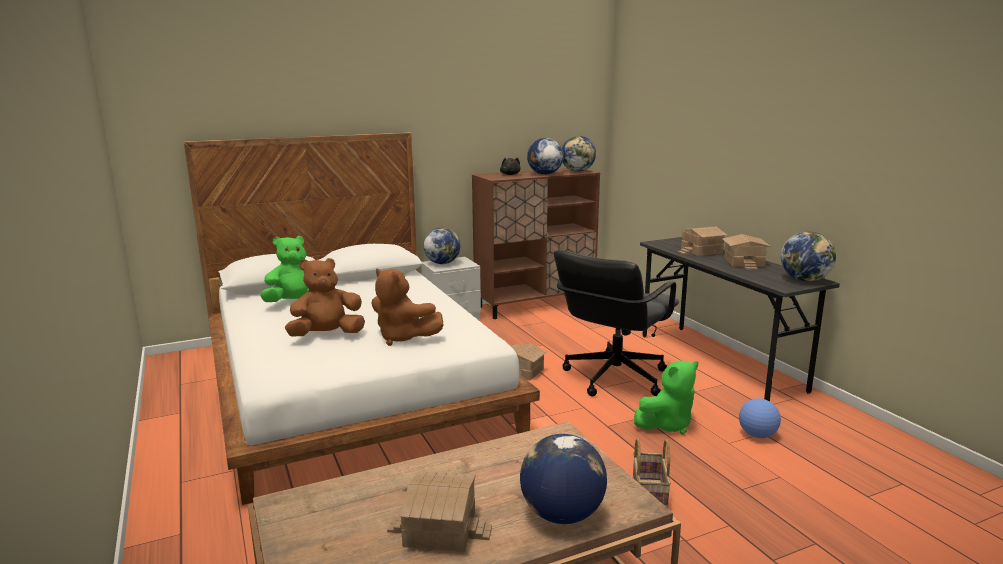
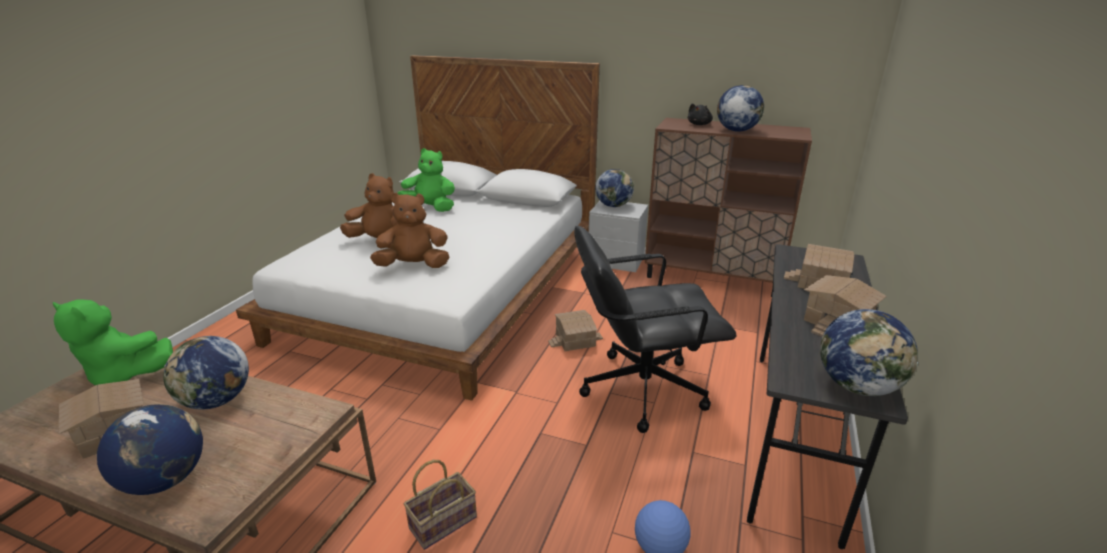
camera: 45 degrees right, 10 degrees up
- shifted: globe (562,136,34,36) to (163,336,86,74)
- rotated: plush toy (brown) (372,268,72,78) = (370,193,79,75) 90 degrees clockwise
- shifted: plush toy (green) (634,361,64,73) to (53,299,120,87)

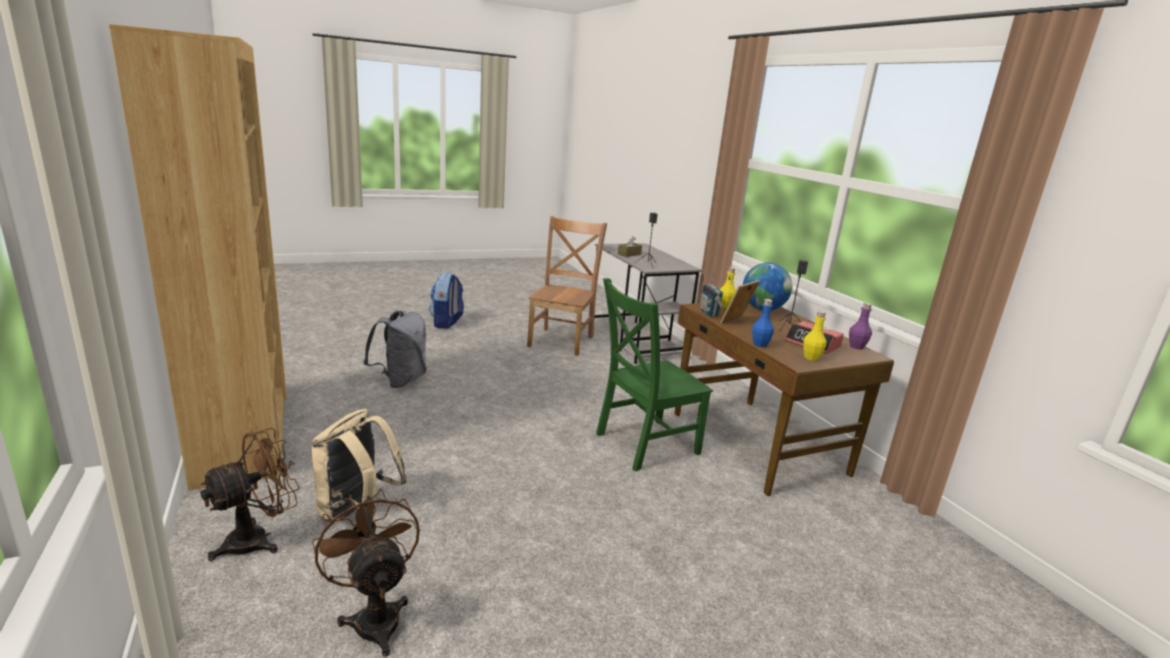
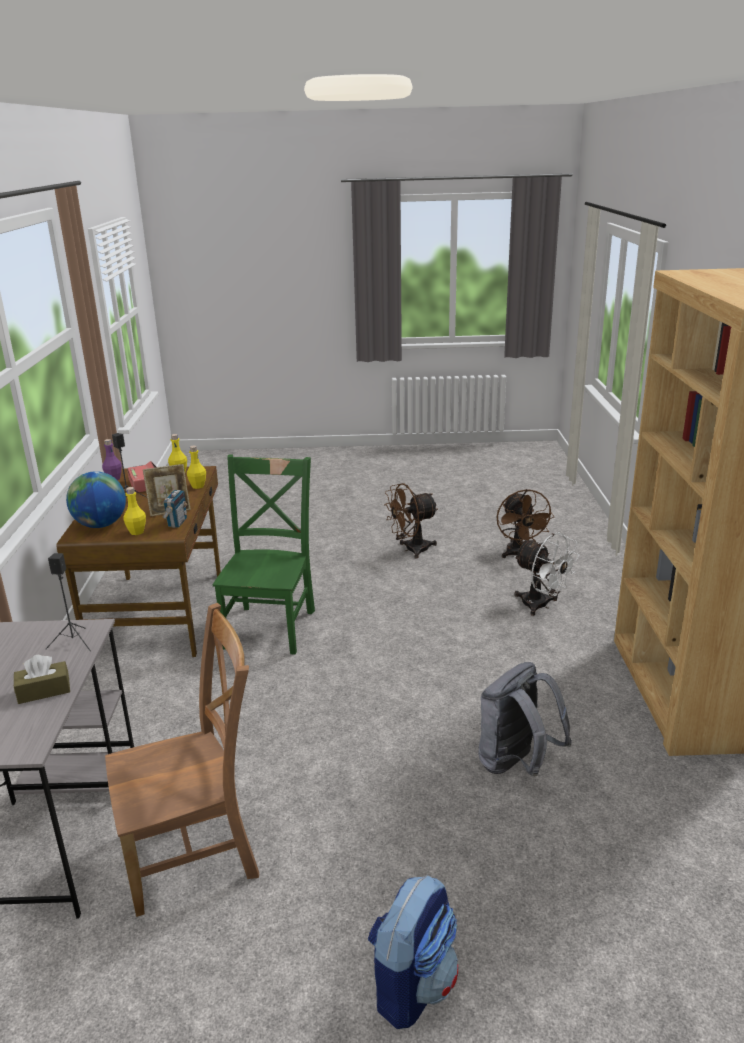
camera: 155 degrees left, 5 degrees up
- rotated: chair (brown) (527,216,80,140) = (105,603,154,314) 150 degrees counterclockwise
- rotated: chair (green) (596,278,117,193) = (213,454,102,201) 75 degrees counterclockwise
- repainted: bottle (blue) (752,299,22,48) to bottle (yellow) (187,446,19,43)
- swapped: backpack (beige) (312,409,96,113) to fan (white) (514,532,66,84)
- shifted: fan (brown) (200,428,100,133) to (384,483,54,76)

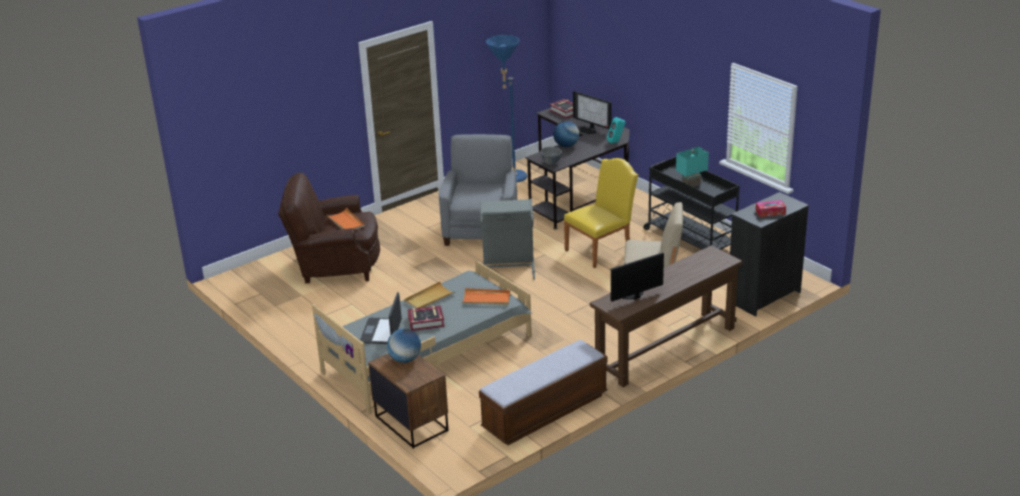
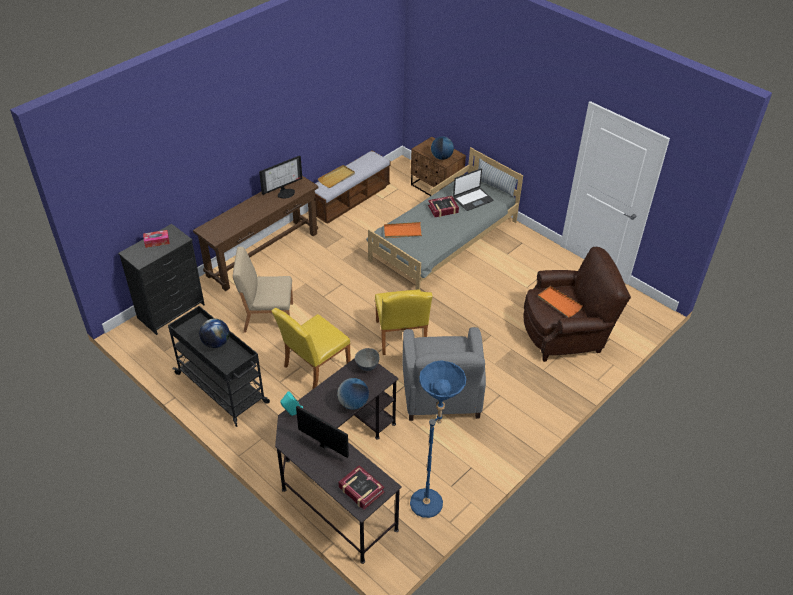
camera: 170 degrees right, 15 degrees up
- swapped: table lamp (turquoise) (676,146,33,41) to globe (199,318,30,30)
- swapped: laundry basket (grey) (480,199,55,81) to chair (yellow) (375,290,58,65)
- shifted: tray (beige) (404,282,52,27) to (318,165,37,23)
- rotated: laptop (360,292,42,52) = (453,169,40,42) 60 degrees clockwise

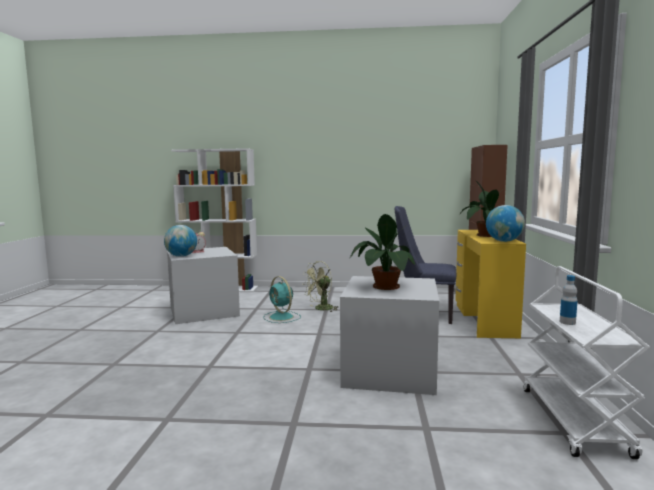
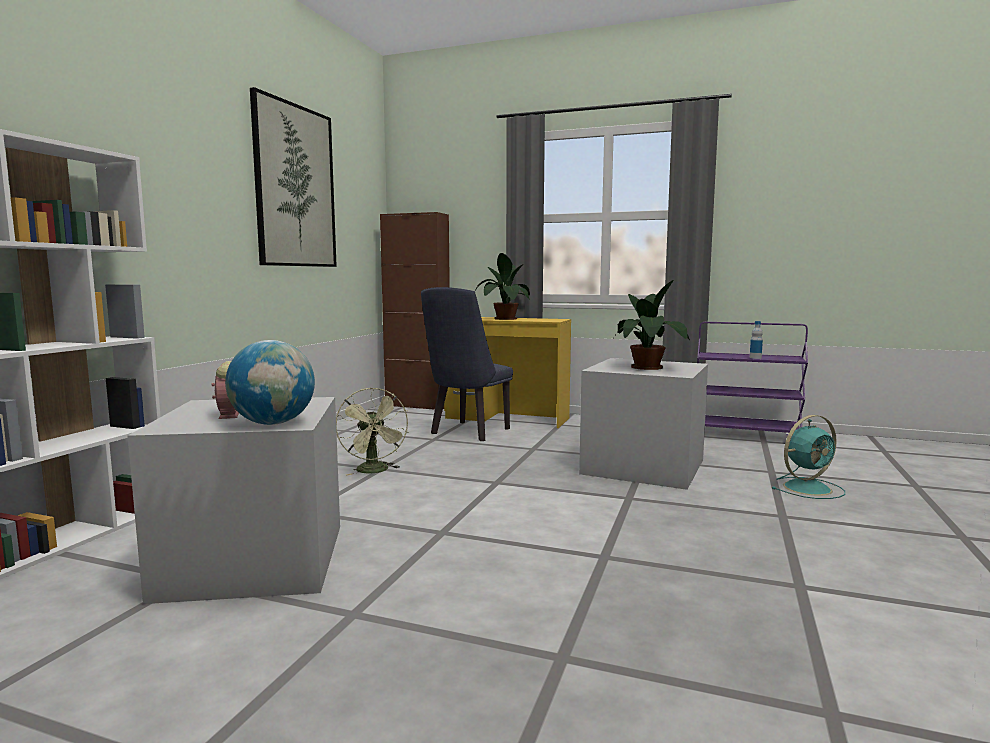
camera: 75 degrees left, 0 degrees up
- gone: globe (486,205,39,37)
- repainted: cart (white) (524,266,126,193) to cart (purple) (697,322,111,114)
- shifted: fan (turquoise) (263,276,38,47) to (771,415,74,84)
- new: picture (250,87,87,180)

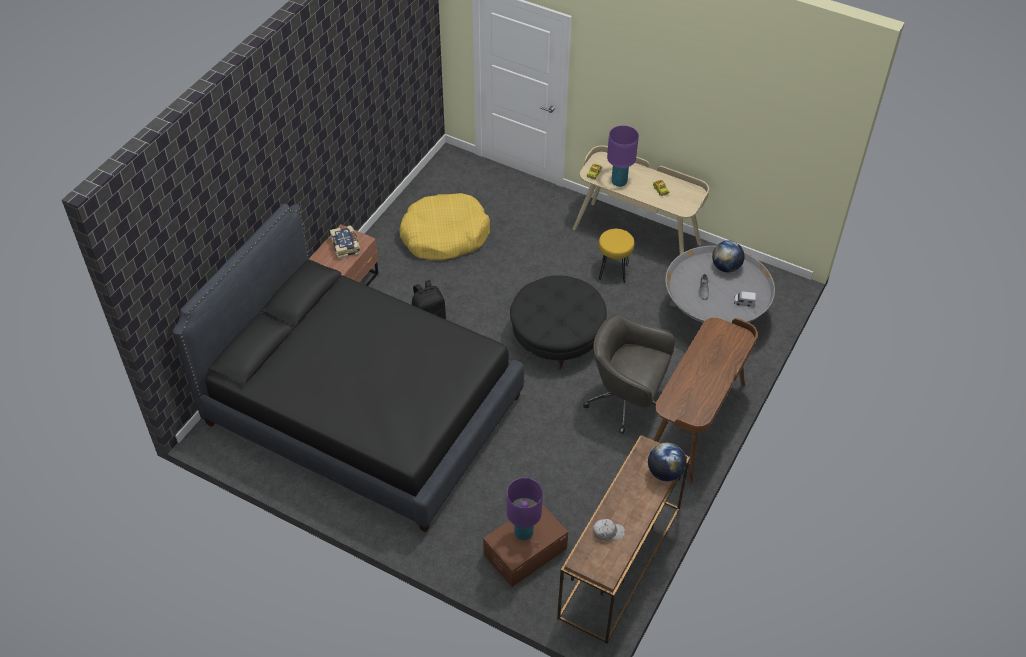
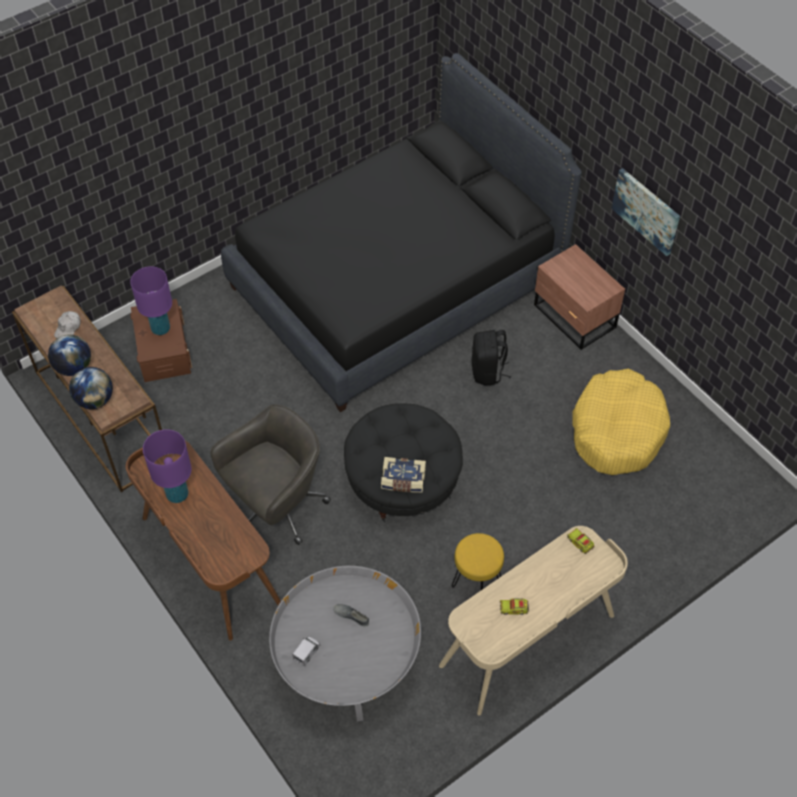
camera: 115 degrees right, 5 degrees up
- shifted: table lamp (purple) (607,125,32,62) to (143,429,49,74)
- shifted: book (330,225,30,34) to (381,457,45,36)
- shifted: globe (712,241,33,31) to (48,335,43,41)
- new: picture (611,168,69,88)

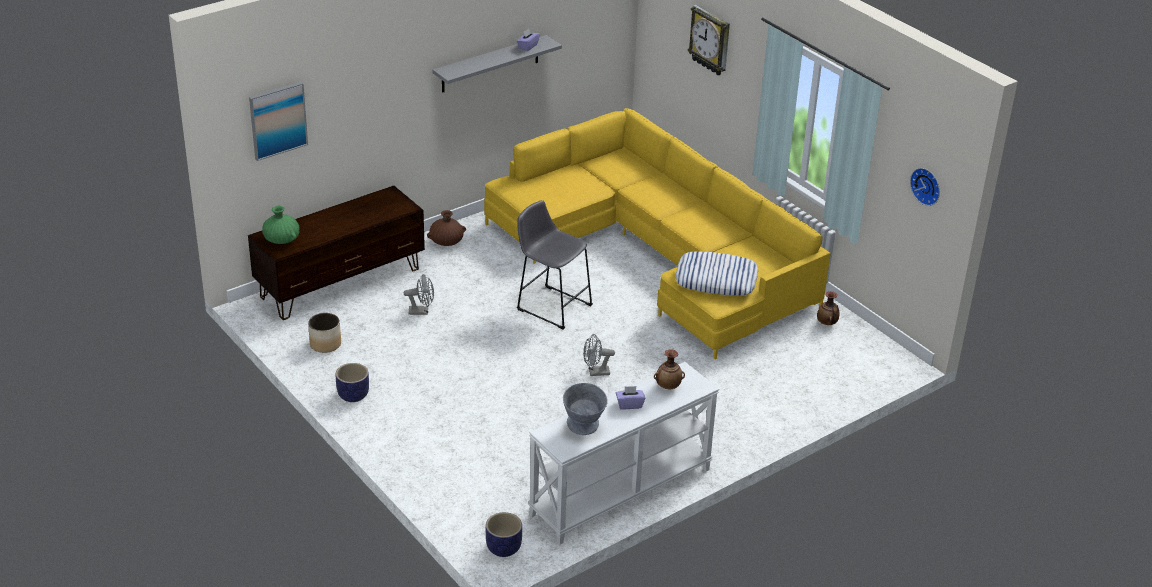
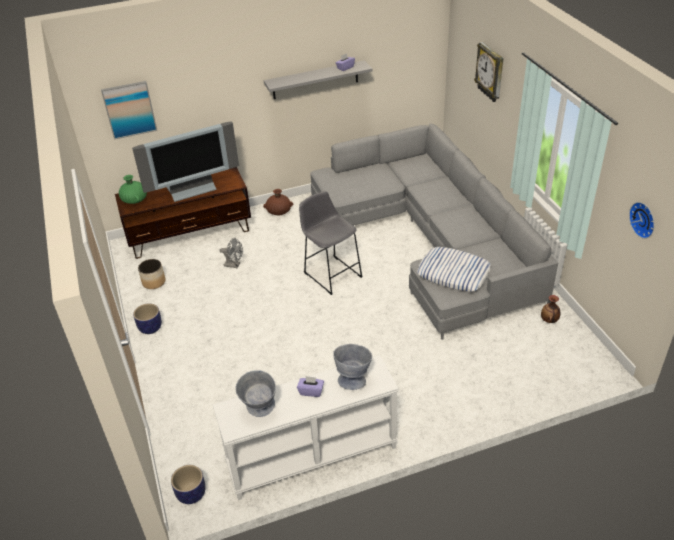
camera: 20 degrees right, 5 degrees up
- repainted: sofa (yellow) (484,108,347,251) to sofa (grey) (310,123,248,217)
- gone: fan (grey) (583,334,32,42)
- swapped: vase (654,349,31,40) to bowl (grey) (333,344,39,46)
- new: television (132,121,107,81)

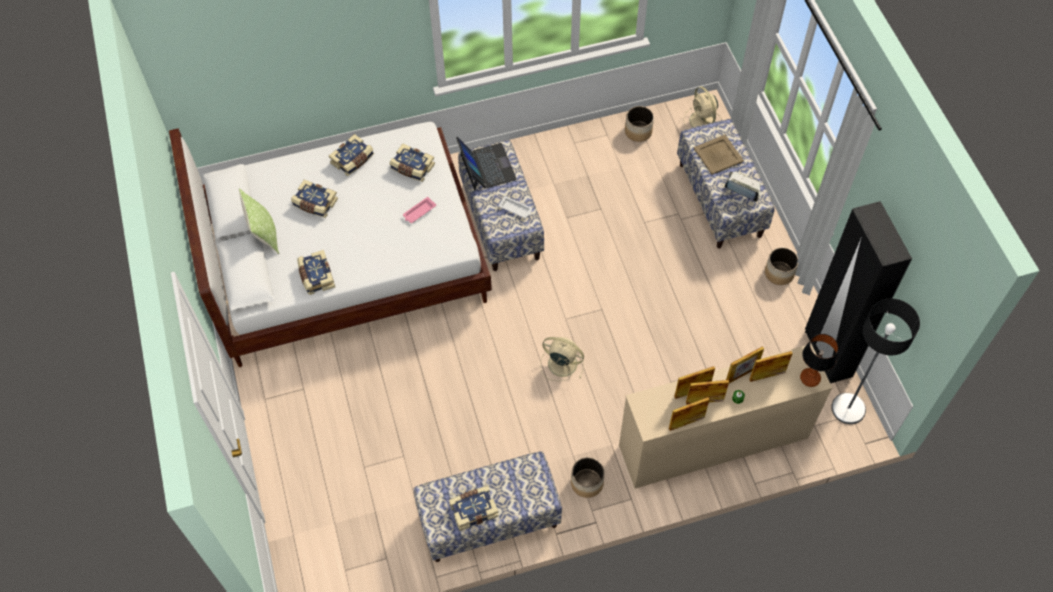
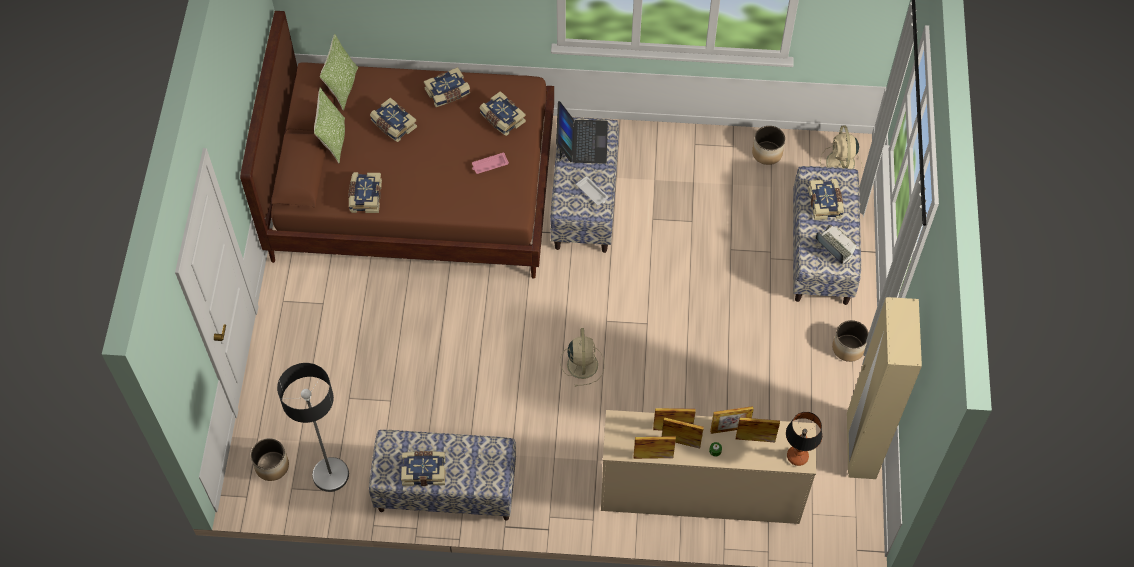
camera: 20 degrees right, 0 degrees up
- repainted: bed (white) (169,122,323,245) to bed (brown) (240,11,314,268)
- swapped: tray (beige) (693,135,51,40) to book (808,179,36,41)
- repainted: wardrobe (black) (805,201,107,182) to wardrobe (beige) (847,297,75,182)
- shifted: floor lamp (831,298,89,126) to (277,363,72,129)
- rotated: fan (beige) (540,337,44,44) = (560,328,45,58) 45 degrees clockwise
- shifted: planter (571,457,34,41) to (250,438,39,43)
- new: pillow (320,34,38,76)

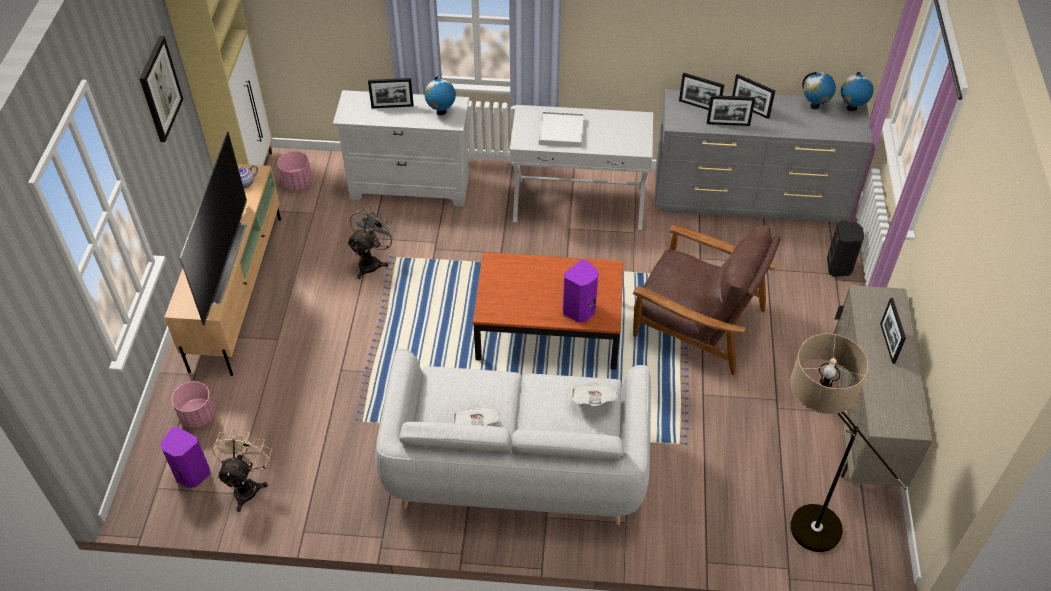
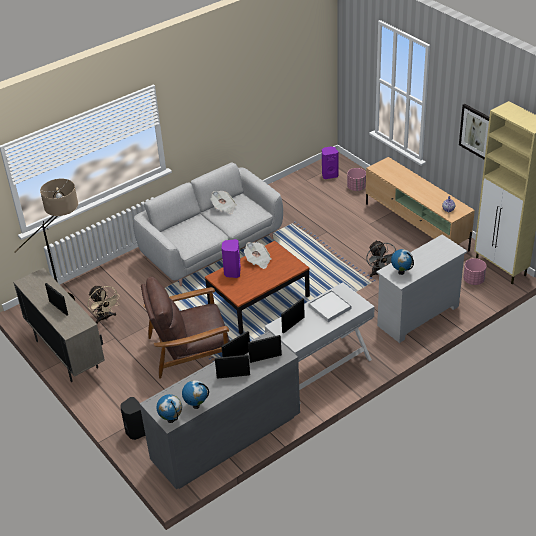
camera: 140 degrees right, 10 degrees down
- shifted: picture frame (368,78,46,30) to (281,298,24,36)
- gone: television (180,131,67,195)
- shifted: newspaper (571,380,47,26) to (244,242,28,27)
- shifted: fan (beige) (212,429,60,83) to (88,285,32,39)

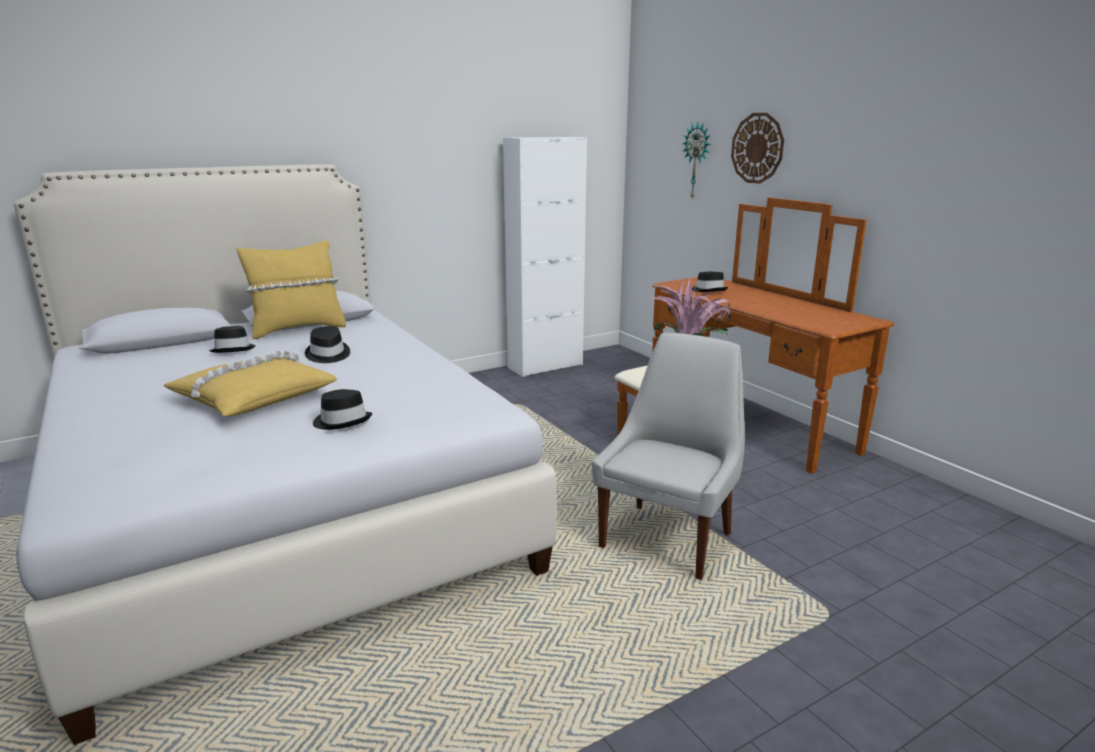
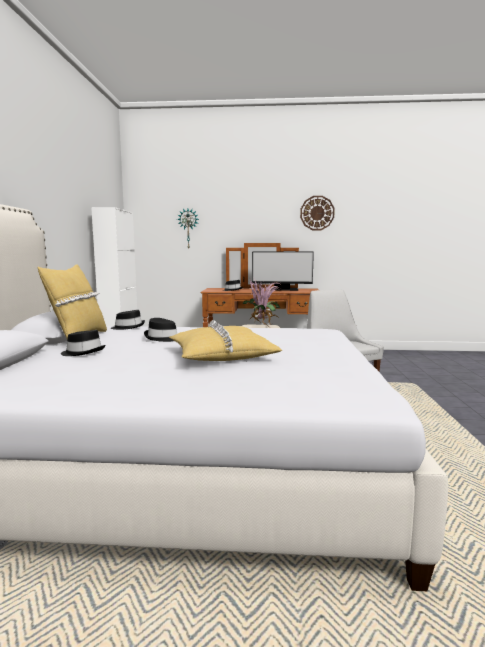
camera: 55 degrees left, 10 degrees down
- shifted: wall clock (731,113,53,71) to (300,196,35,34)
- shifted: hat (black) (313,389,59,41) to (111,310,34,20)
- new: monitor (252,251,62,40)

